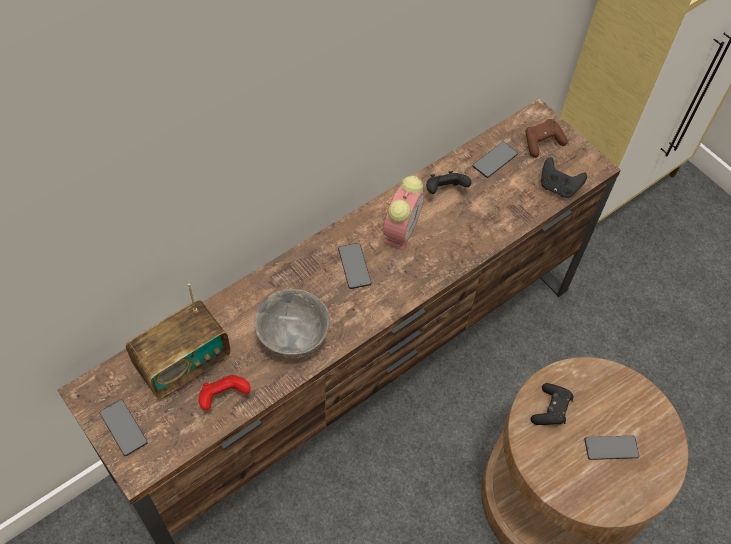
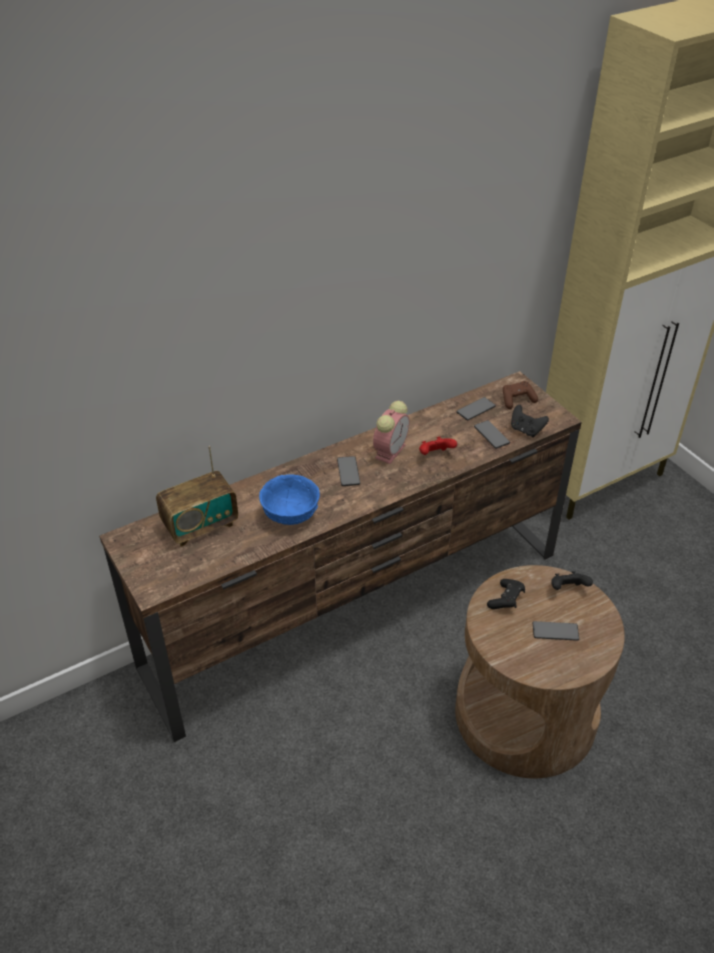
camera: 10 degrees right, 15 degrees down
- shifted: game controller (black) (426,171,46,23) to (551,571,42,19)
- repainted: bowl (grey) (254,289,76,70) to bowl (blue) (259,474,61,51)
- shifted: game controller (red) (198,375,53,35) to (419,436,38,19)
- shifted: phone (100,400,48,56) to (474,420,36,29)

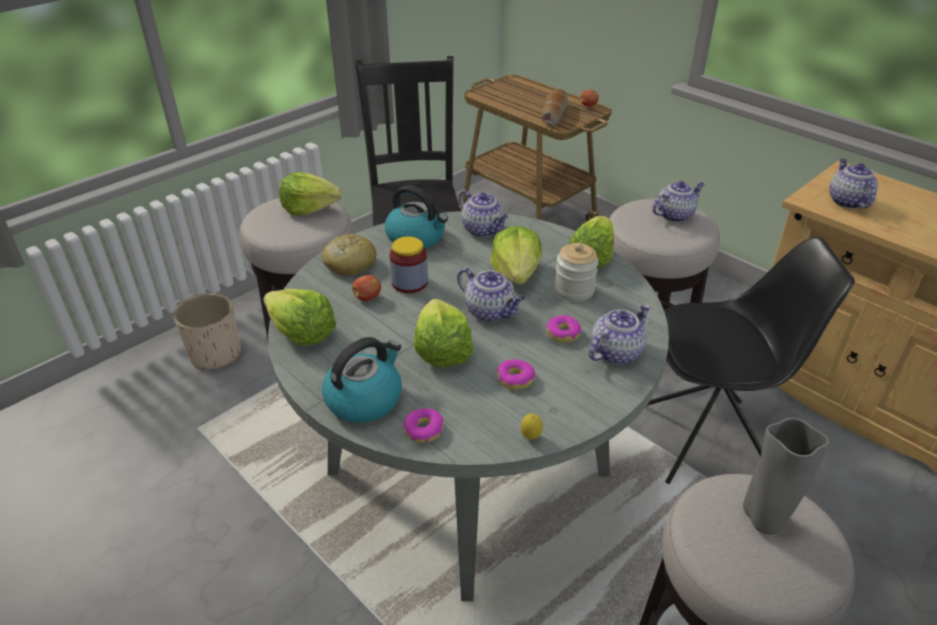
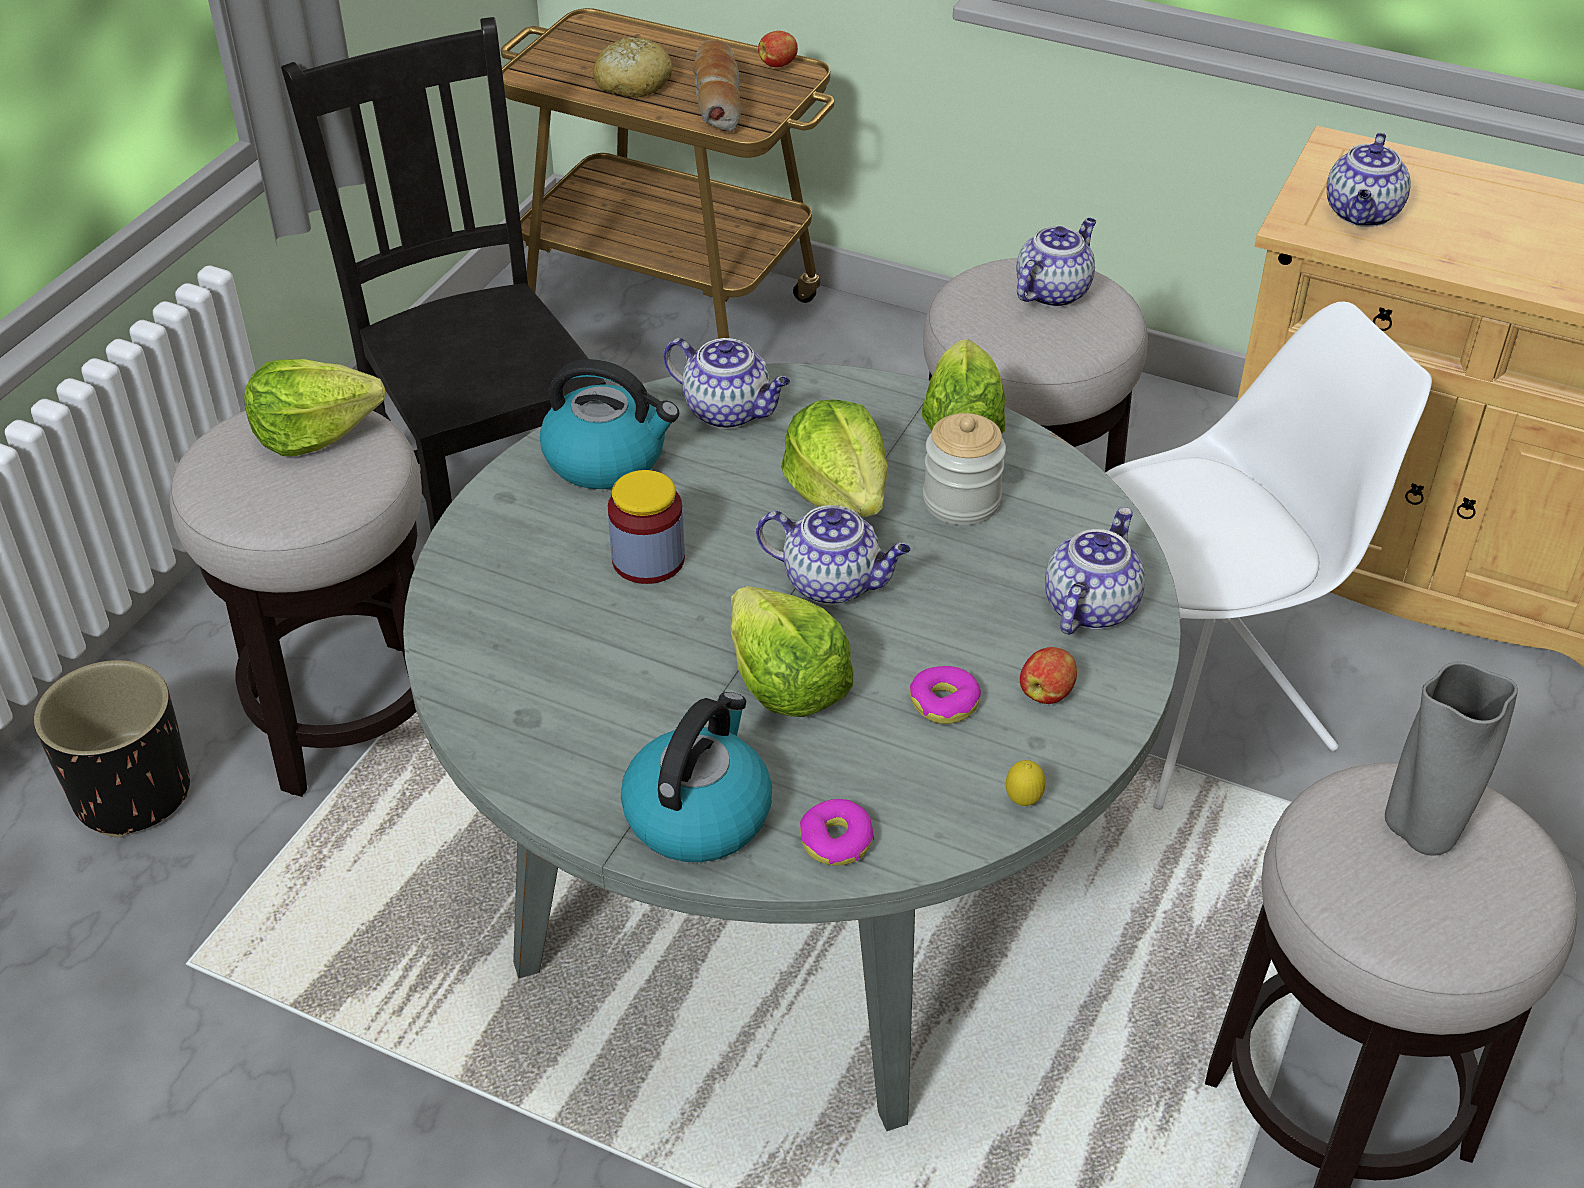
camera: 20 degrees left, 5 degrees up
- rotated: teapot (829,159,49,50) = (1327,132,84,95) 135 degrees counterclockwise
- shifted: bread (322,234,55,41) to (593,37,80,61)
- repainted: chair (black) (647,237,208,247) to chair (white) (1105,302,327,508)
- shifted: apple (352,275,29,26) to (1020,647,57,57)
- gone: lettuce (263,289,73,57)
- repainted: planter (beige) (173,293,68,77) to planter (black) (34,660,156,178)
- gone: donut (546,315,35,28)

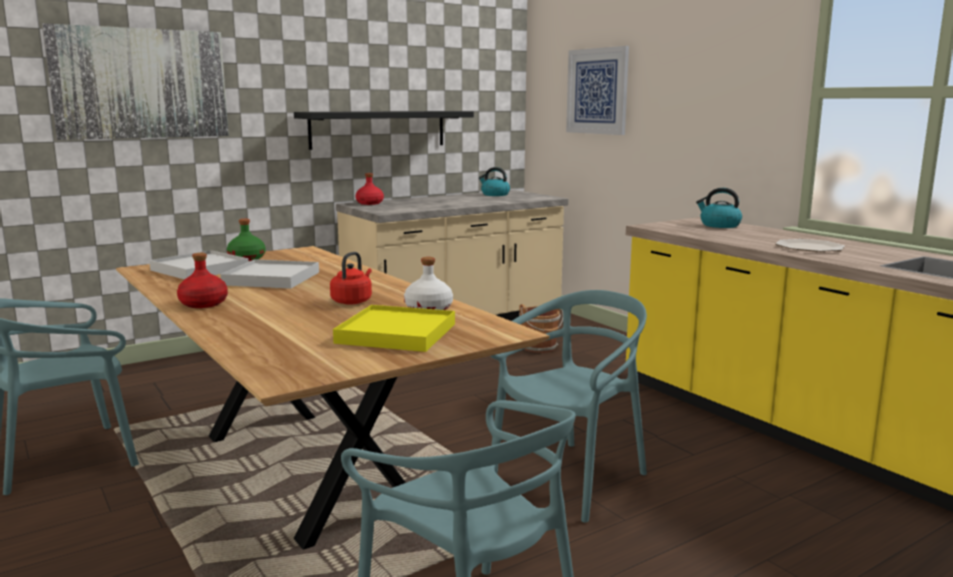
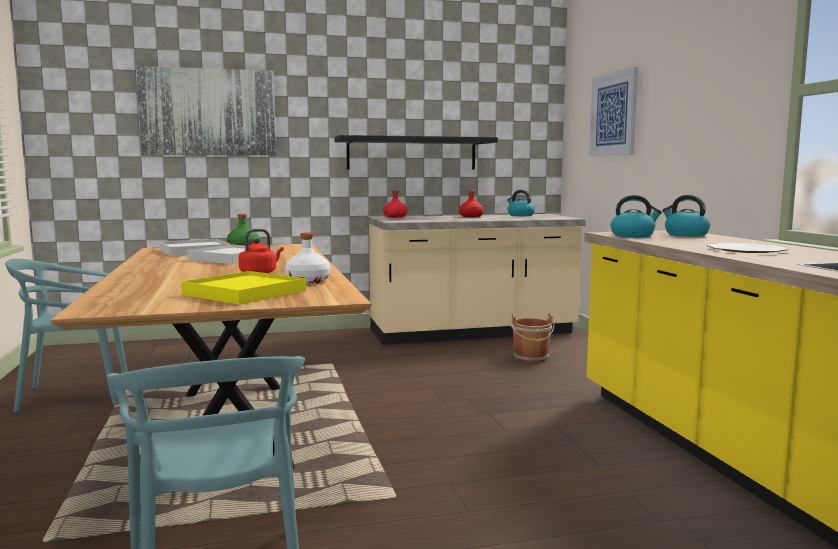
camera: 20 degrees right, 5 degrees down
- shifted: bottle (red) (177,253,51,55) to (459,190,25,27)
- gone: chair (turquoise) (490,290,157,233)
- new: kettle (611,195,51,42)

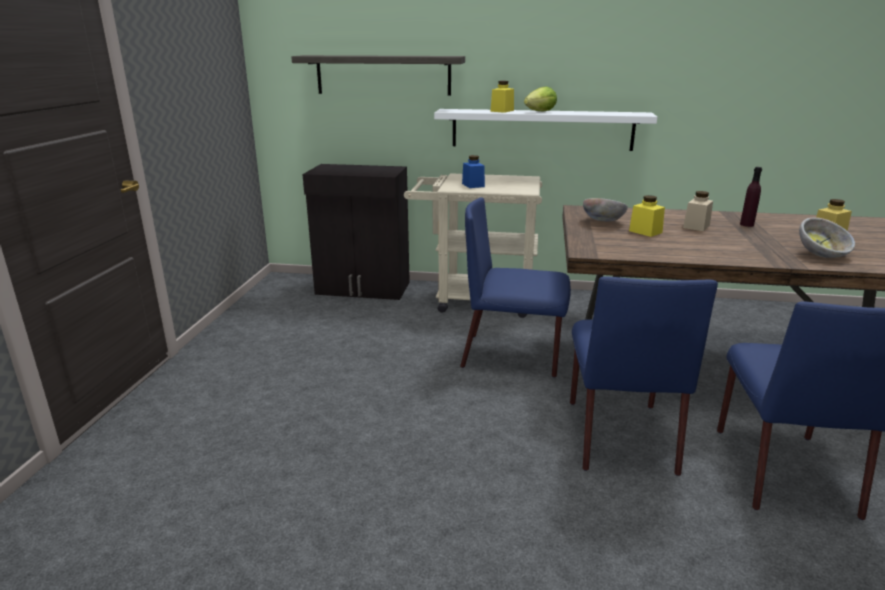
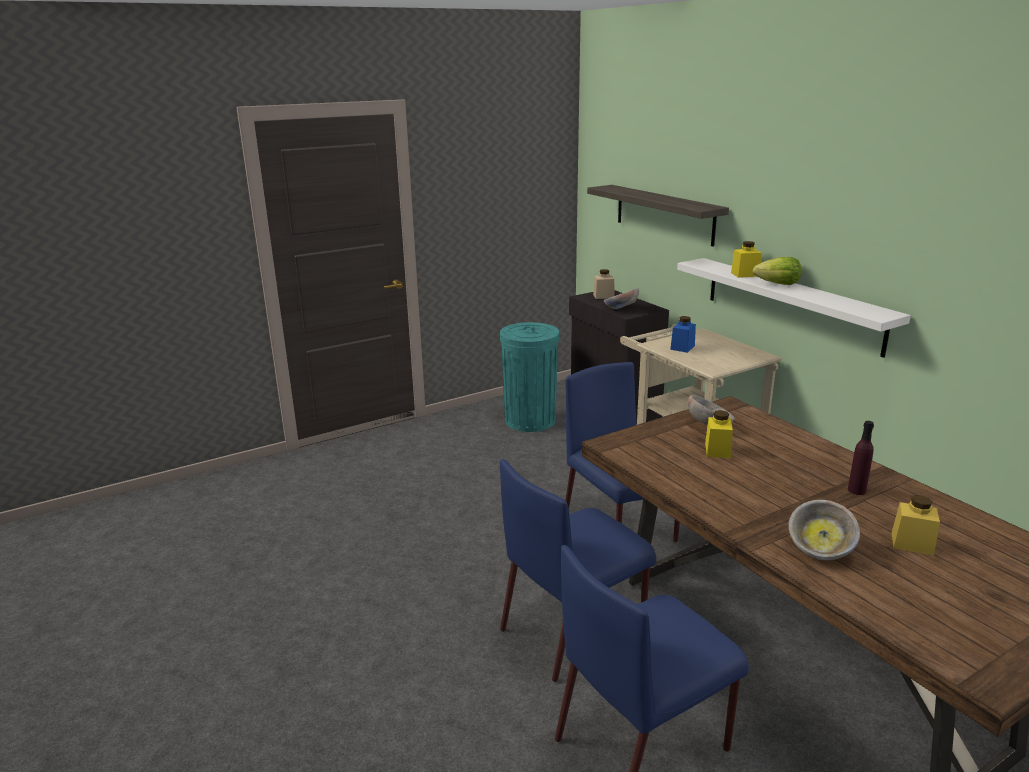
camera: 50 degrees right, 0 degrees up
- shifted: jar (beige) (683,191,30,40) to (593,269,21,30)
- new: bowl (604,288,35,21)
- new: trash can (turquoise) (500,322,59,110)

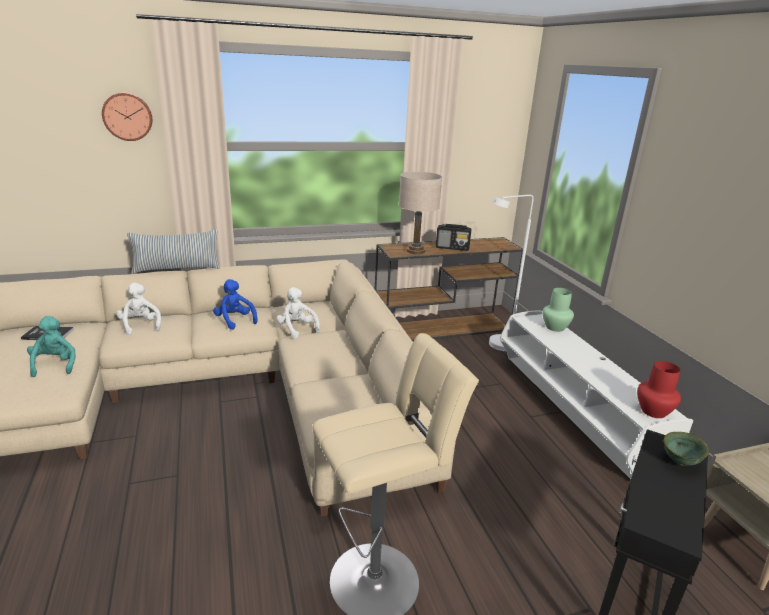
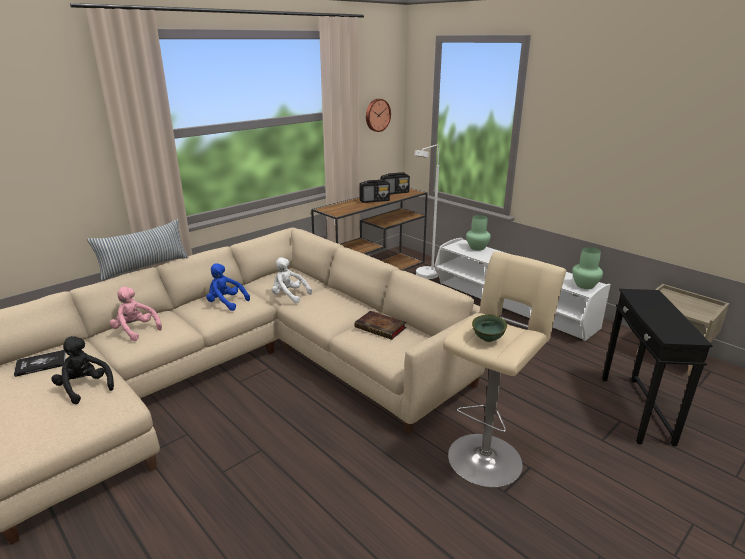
camera: 25 degrees left, 0 degrees up
- shifted: wall clock (102,93,50,48) to (366,99,25,33)
- gone: table lamp (beige) (399,172,43,82)
- repainted: plush toy (white) (116,283,45,52) to plush toy (pink) (109,287,53,54)
- repainted: plush toy (turquoise) (27,316,48,61) to plush toy (black) (51,336,63,68)
- repainted: vase (red) (637,361,44,57) to vase (green) (572,247,31,42)
- shifted: bowl (green) (663,432,46,34) to (472,314,35,28)
- new: radio (381,172,29,22)
- new: book (355,311,51,29)

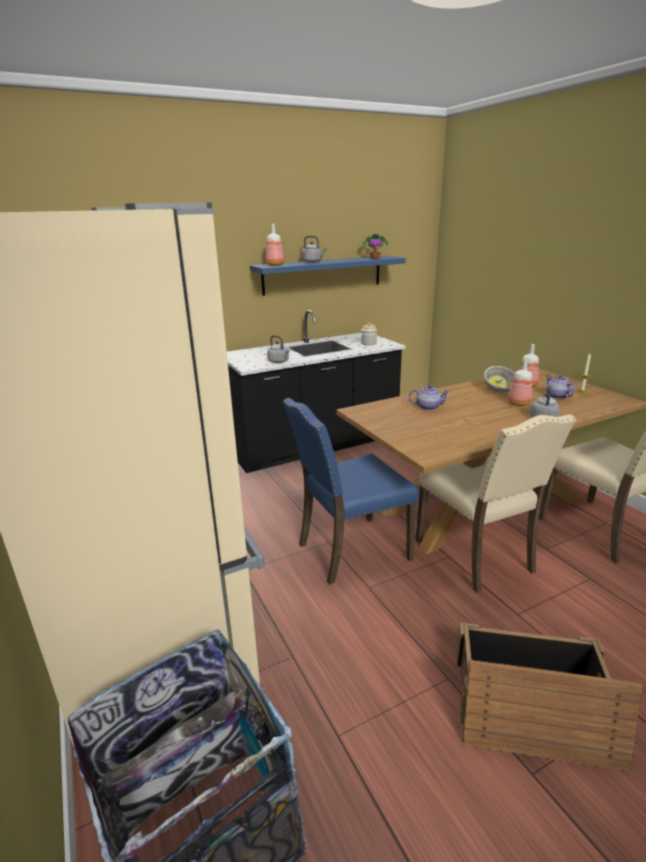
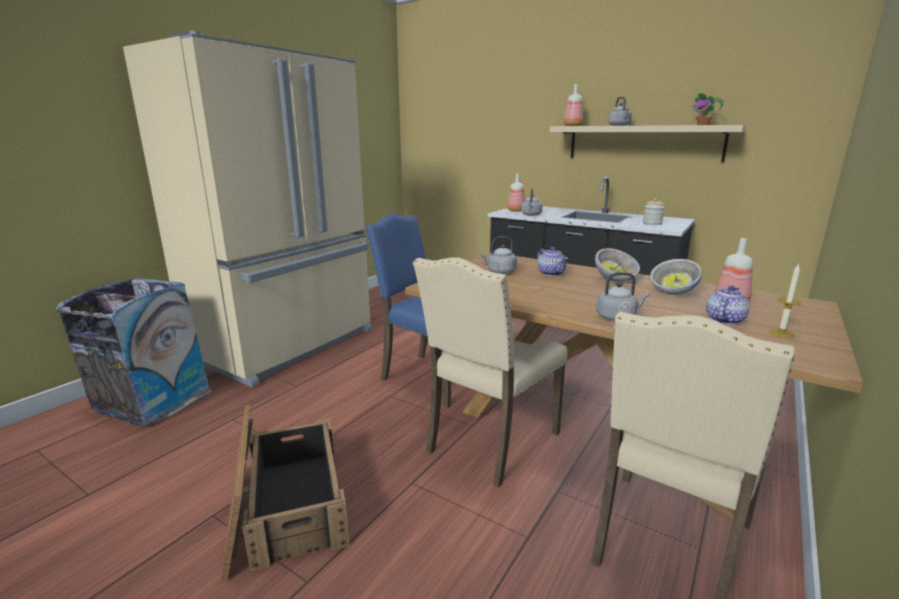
camera: 60 degrees right, 5 degrees down
- repainted: shelf (blue) (250,256,156,40) to shelf (beige) (550,125,196,37)
- shifted: bottle (508,359,24,47) to (508,173,17,39)
- new: kettle (grey) (480,236,37,38)
- new: bowl (595,248,45,34)

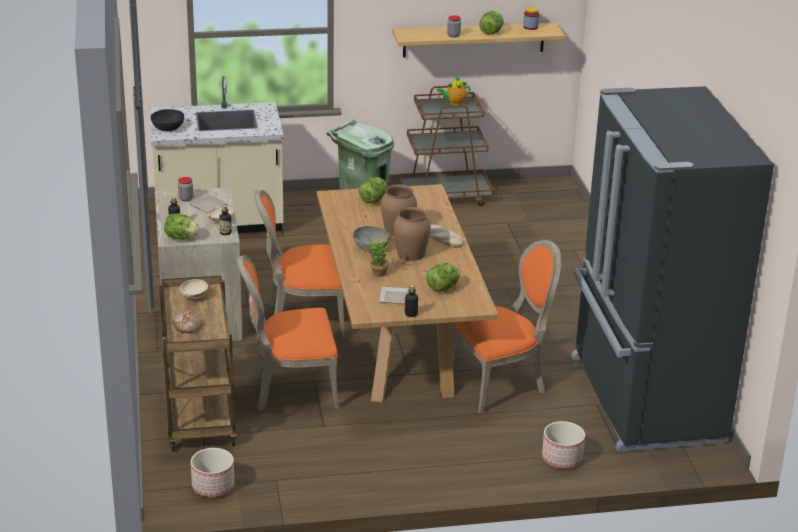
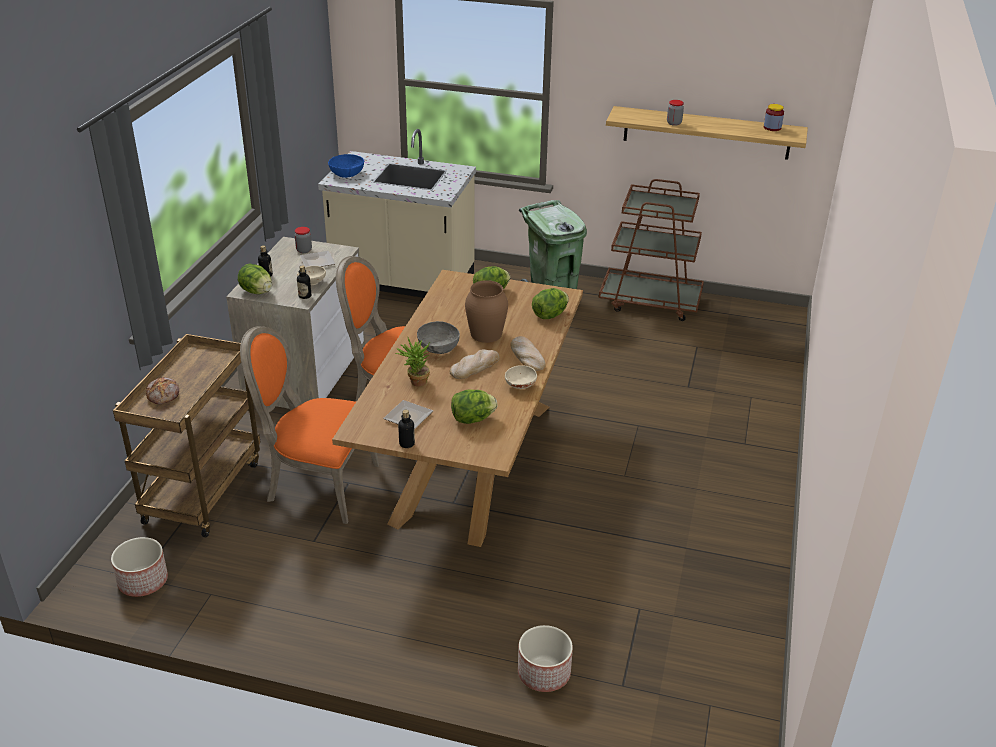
camera: 25 degrees right, 5 degrees up
- shifted: lettuce (479,11,24,23) to (532,288,37,31)
- gone: teapot (437,76,33,29)
- gone: fridge (black) (571,86,203,366)
- repainted: bowl (black) (150,109,34,22) to bowl (blue) (328,154,36,24)
- swapped: vase (brown) (393,207,38,54) to bread (450,349,50,30)
- gone: chair (orange) (450,240,111,173)
- shifted: bowl (beige) (180,279,28,20) to (505,365,32,24)

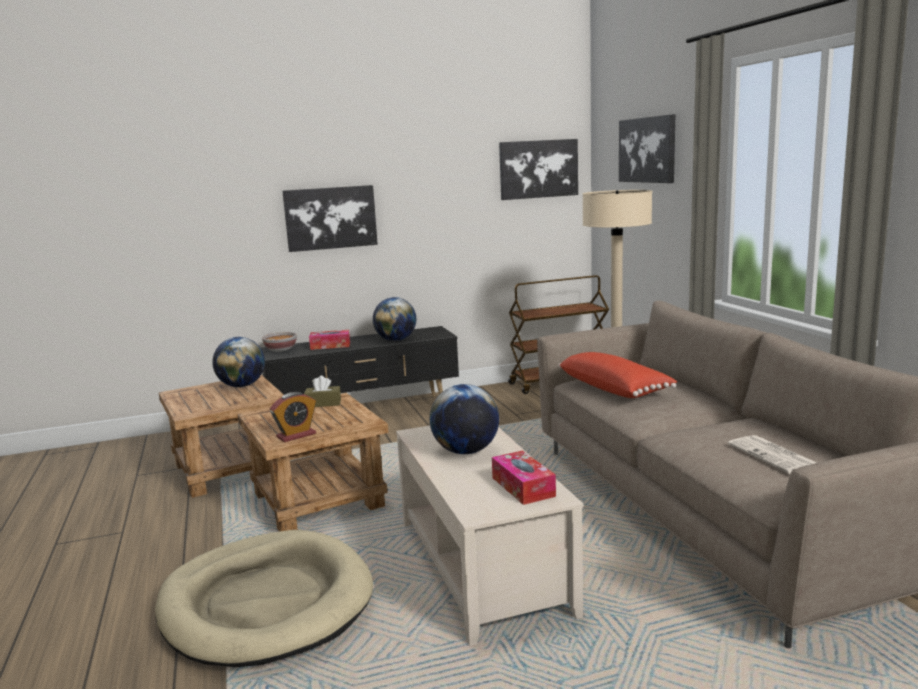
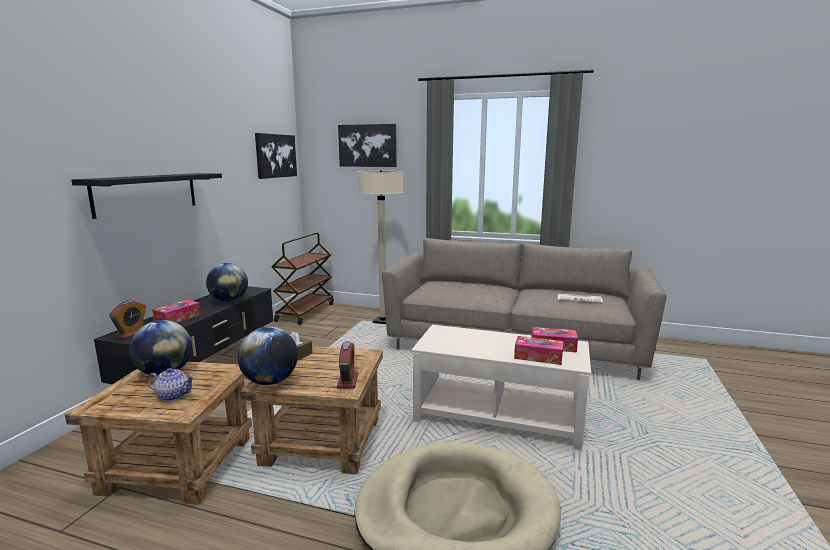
camera: 55 degrees left, 0 degrees up
- swapped: picture (282,185,96,67) to shelf (black) (71,173,151,46)
- swapped: bowl (262,332,35,20) to alarm clock (109,300,37,39)
- gone: pillow (red) (558,352,119,46)
- shifted: globe (430,384,69,70) to (238,326,60,59)
- new: tissue box (514,336,50,29)
- new: teapot (147,368,48,33)

